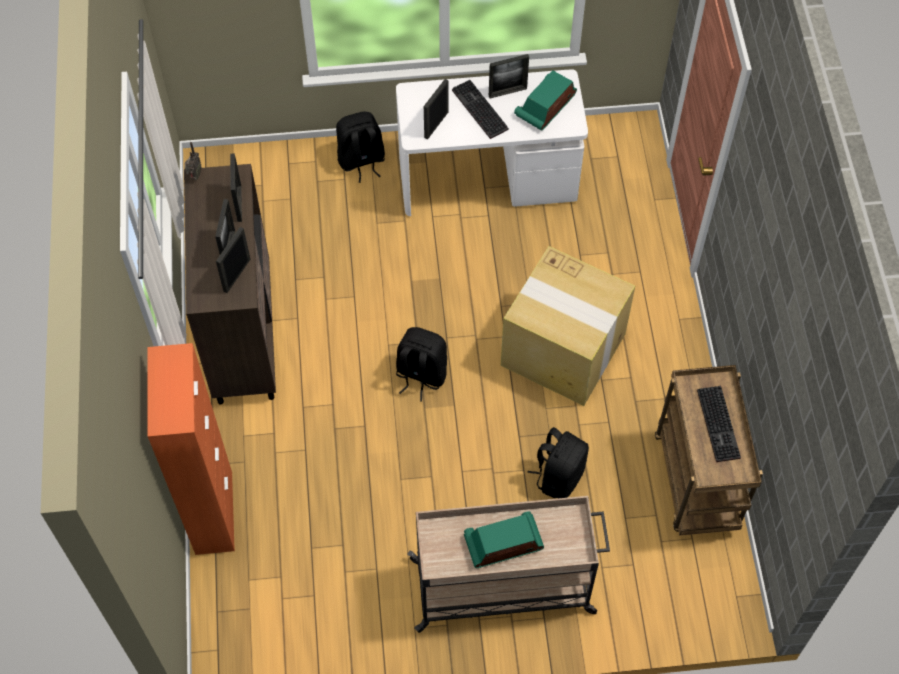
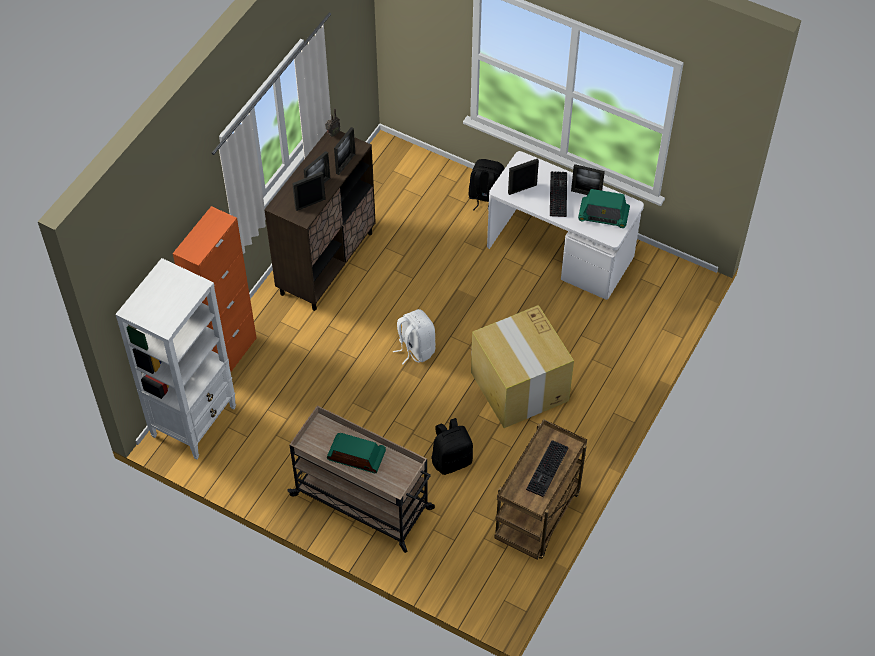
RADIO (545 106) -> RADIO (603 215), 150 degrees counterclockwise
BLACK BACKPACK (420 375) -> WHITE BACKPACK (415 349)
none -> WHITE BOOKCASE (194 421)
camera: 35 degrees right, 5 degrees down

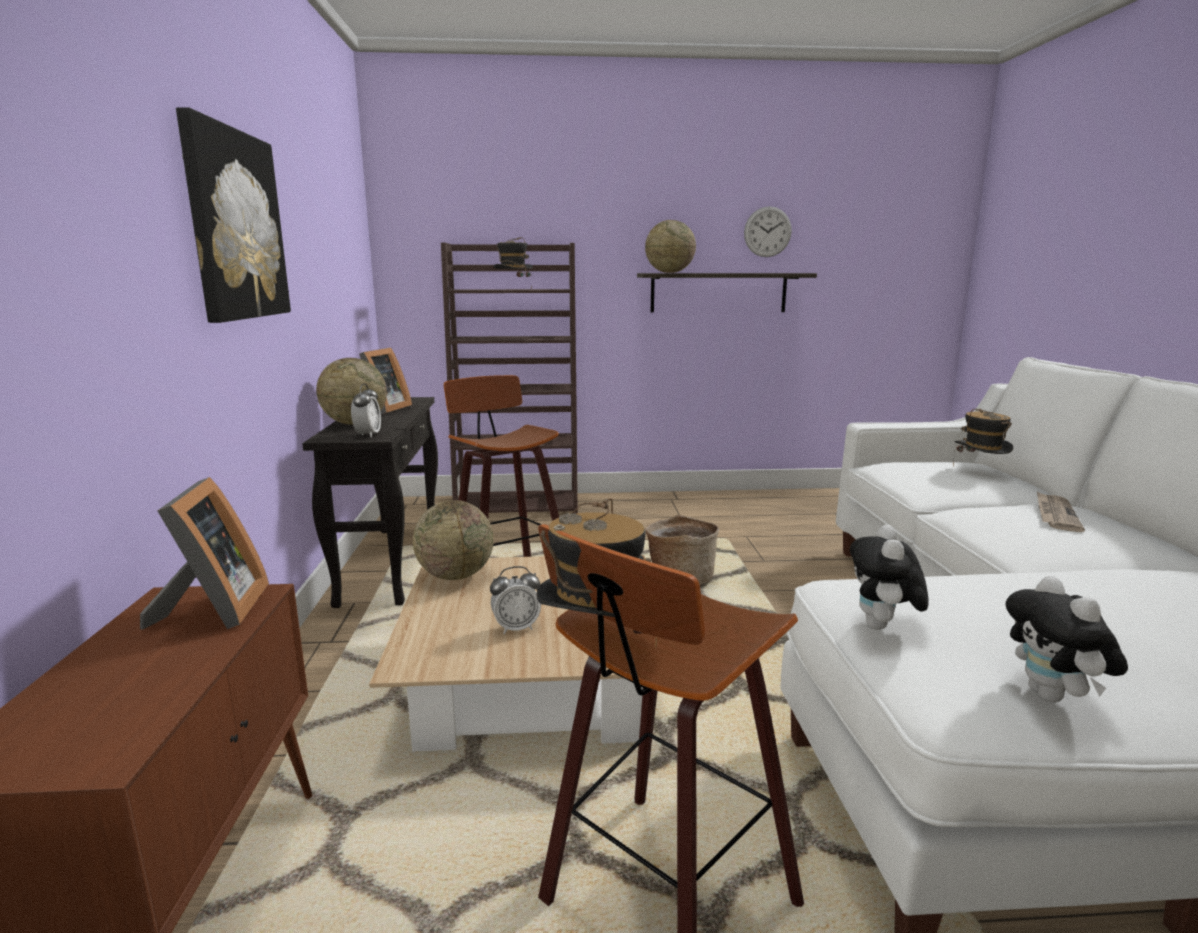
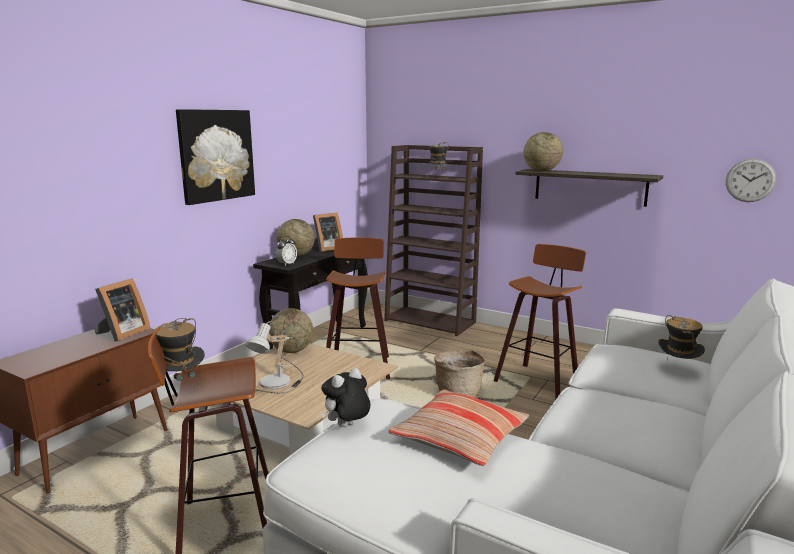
WALL CLOCK (767 232) -> WALL CLOCK (750 180), shifted
NEWSPAPER (1055 514) -> none
ALARM CLOCK (516 628) -> TABLE LAMP (277 383)
PLUSH TOY (1053 697) -> none
none -> STOOL (539 381)
none -> PILLOW (460 438)
camera: 35 degrees right, 0 degrees up

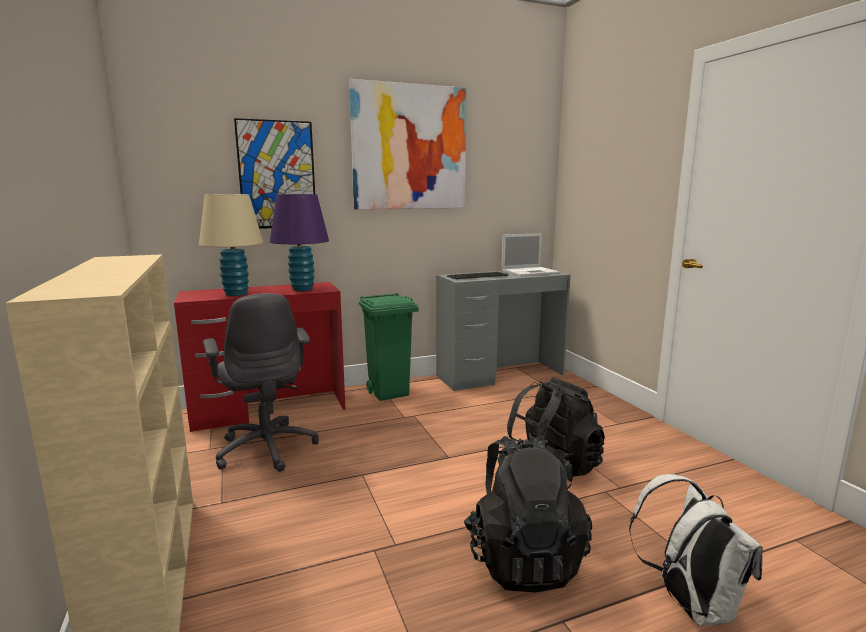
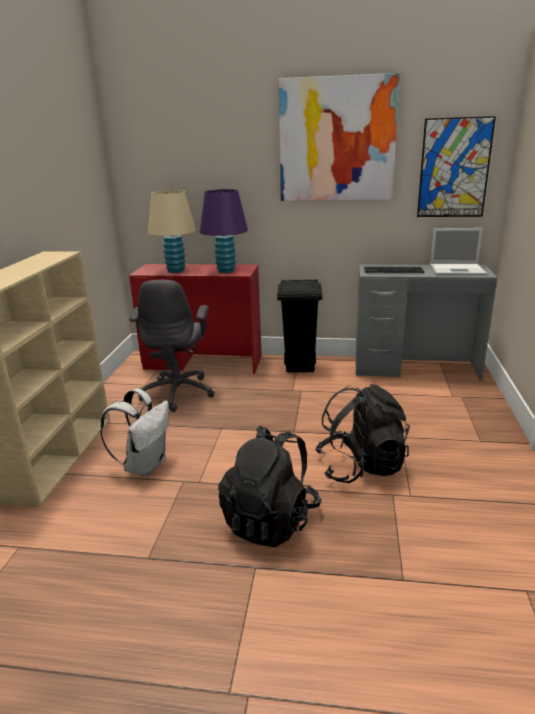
PICTURE (277 175) -> PICTURE (454 168), shifted
GREEN TRASH CAN (389 393) -> BLACK TRASH CAN (300 367)
WHITE BACKPACK (688 603) -> WHITE BACKPACK (145 465), shifted
camera: 30 degrees right, 10 degrees up

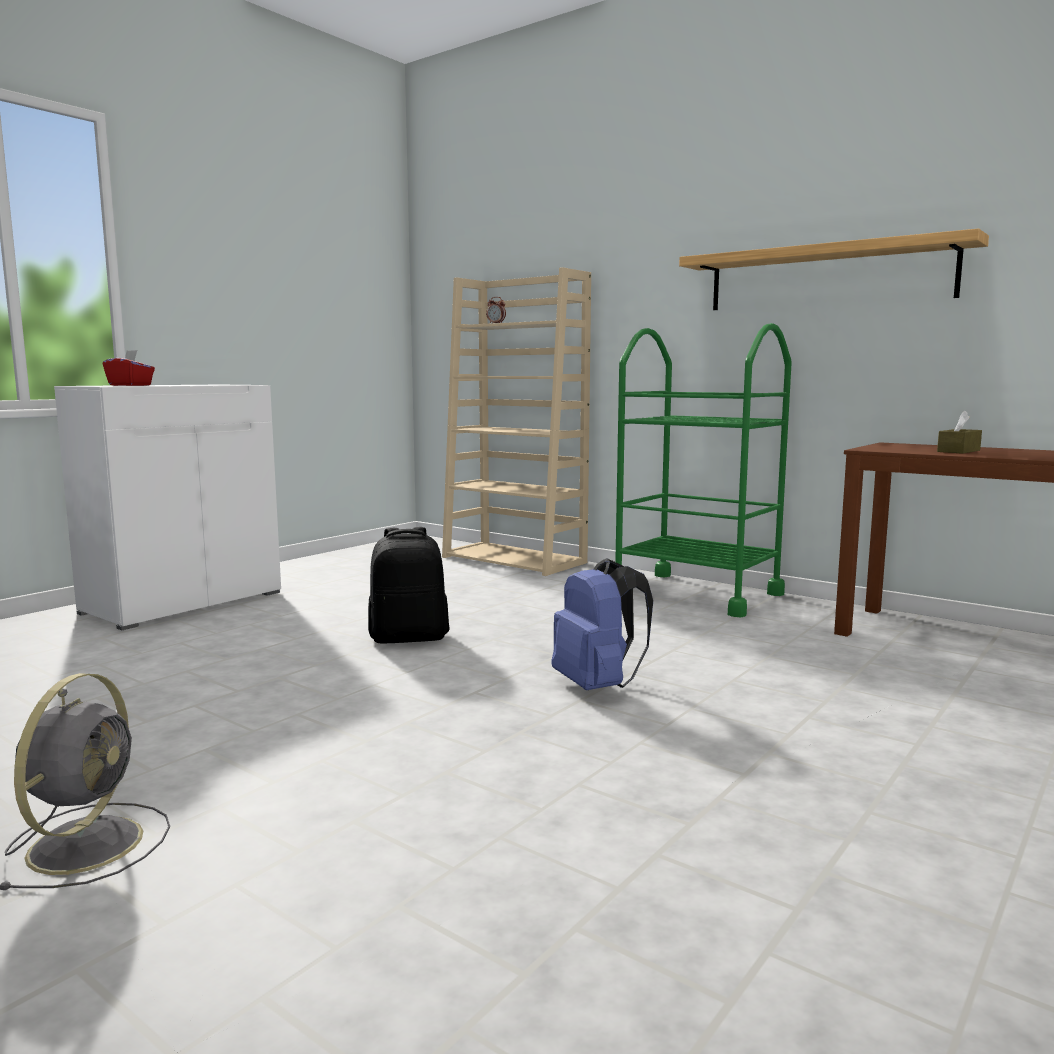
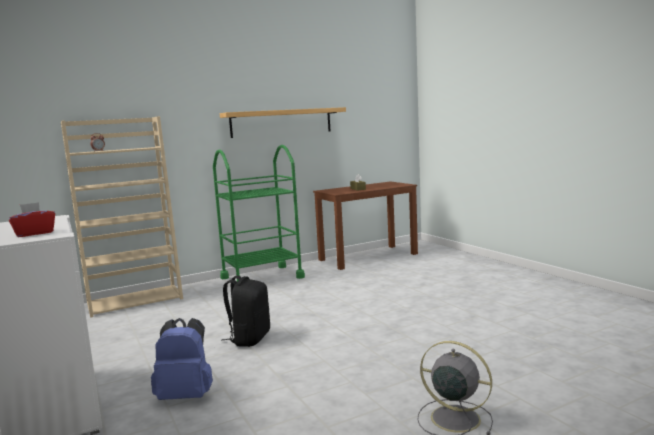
BLUE BACKPACK (598 686) -> BLUE BACKPACK (186 395), shifted
camera: 65 degrees left, 0 degrees up

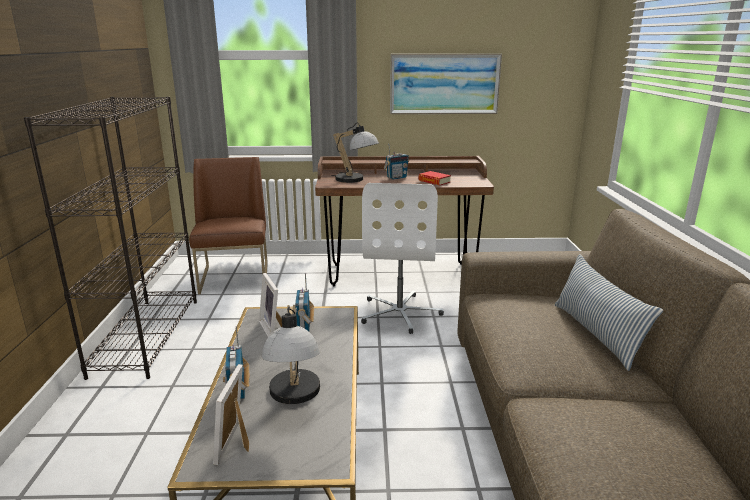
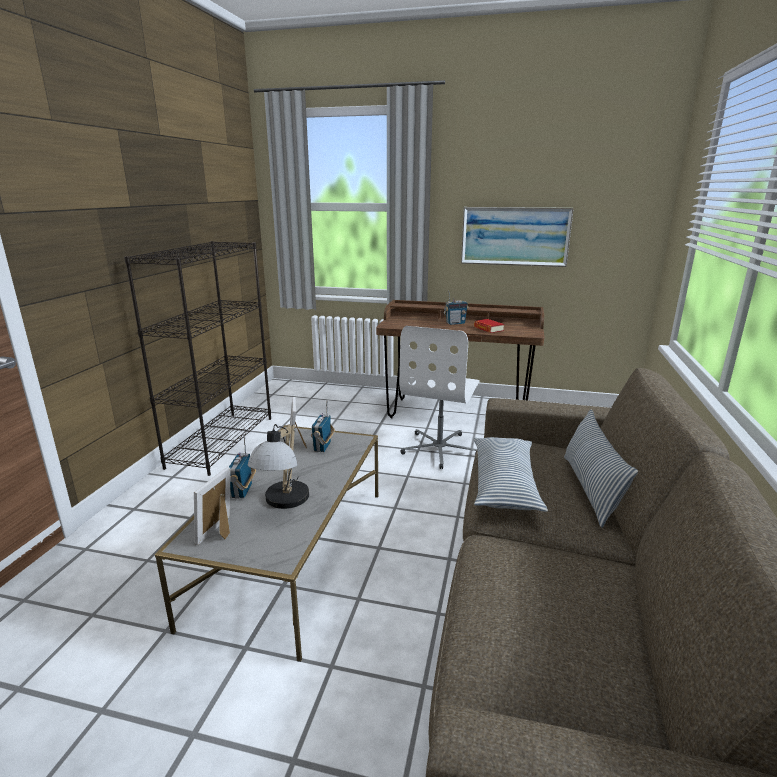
TABLE LAMP (355 180) -> none
BROWN CHAIR (235 277) -> none
none -> PILLOW (504 483)
camera: 15 degrees right, 0 degrees up

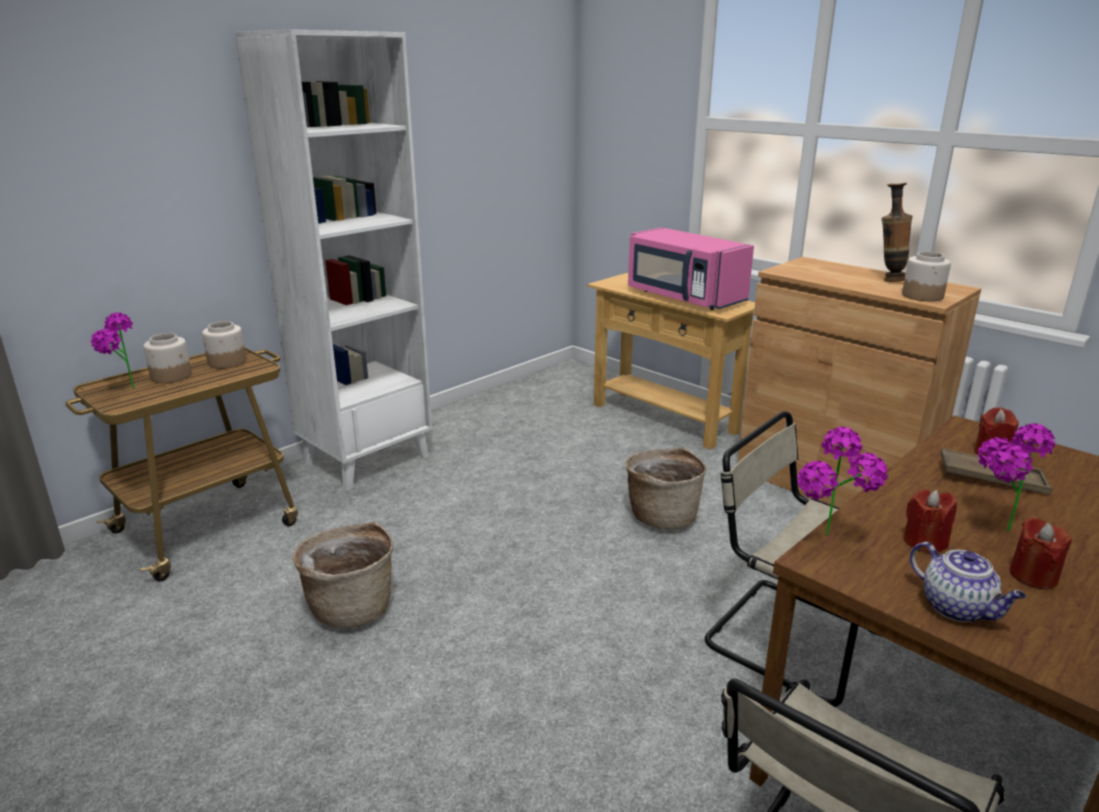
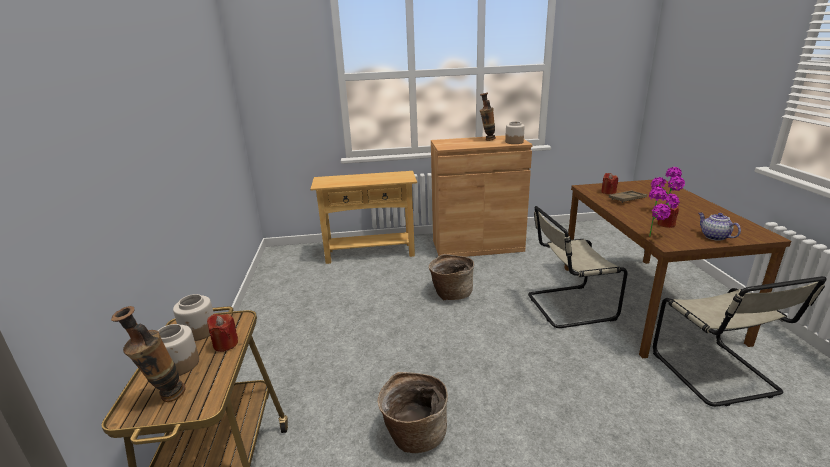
WHITE BOOKCASE (367 459) -> none
PINK MICROWAVE (683 297) -> none
POTTED PLANT (122 390) -> VASE (165 398)
RED CANDLE (1033 576) -> RED CANDLE (225 344), shifted
TEAPOT (958 608) -> TEAPOT (714 236), 120 degrees counterclockwise
camera: 50 degrees left, 0 degrees up

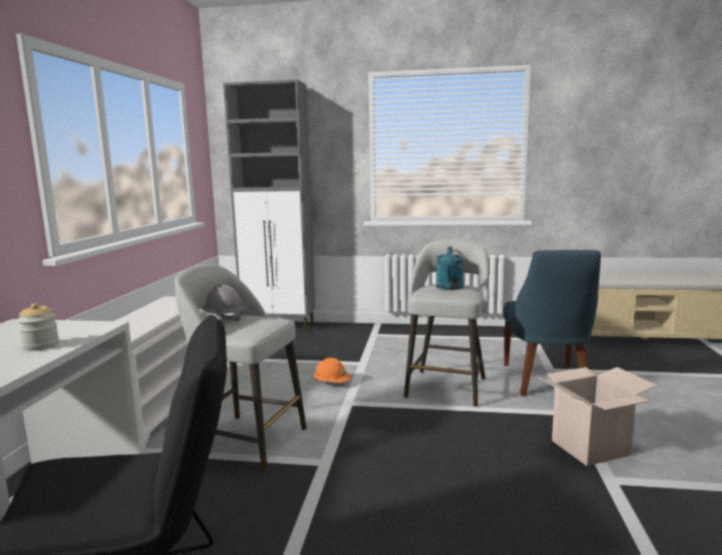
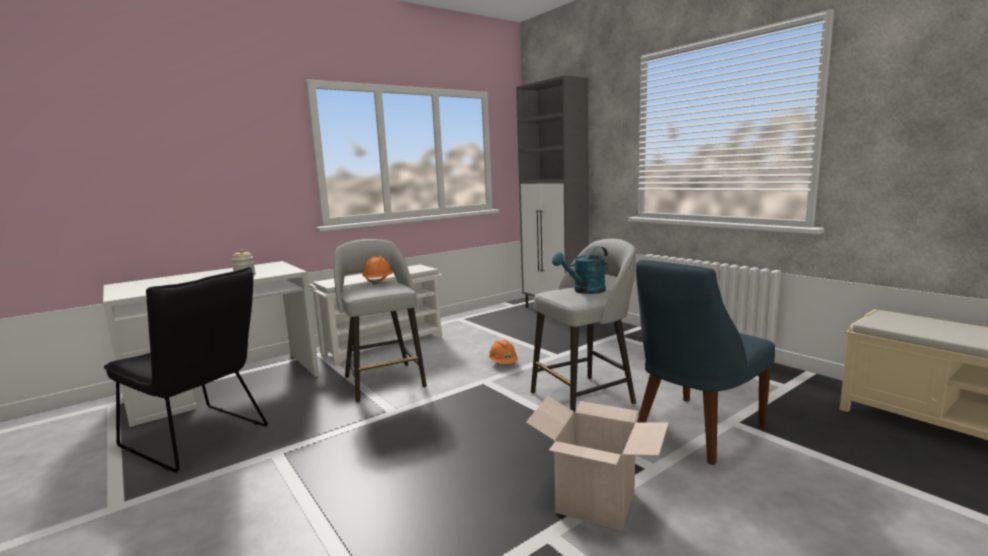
GREY HARD HAT (224 318) -> ORANGE HARD HAT (378 281)
camera: 45 degrees right, 0 degrees up

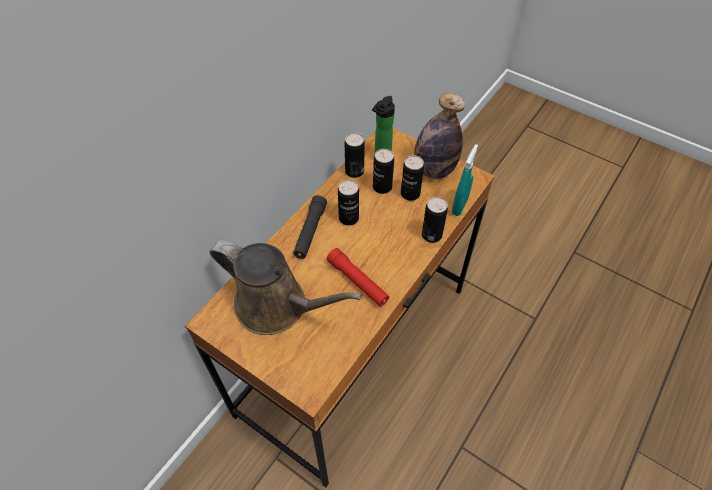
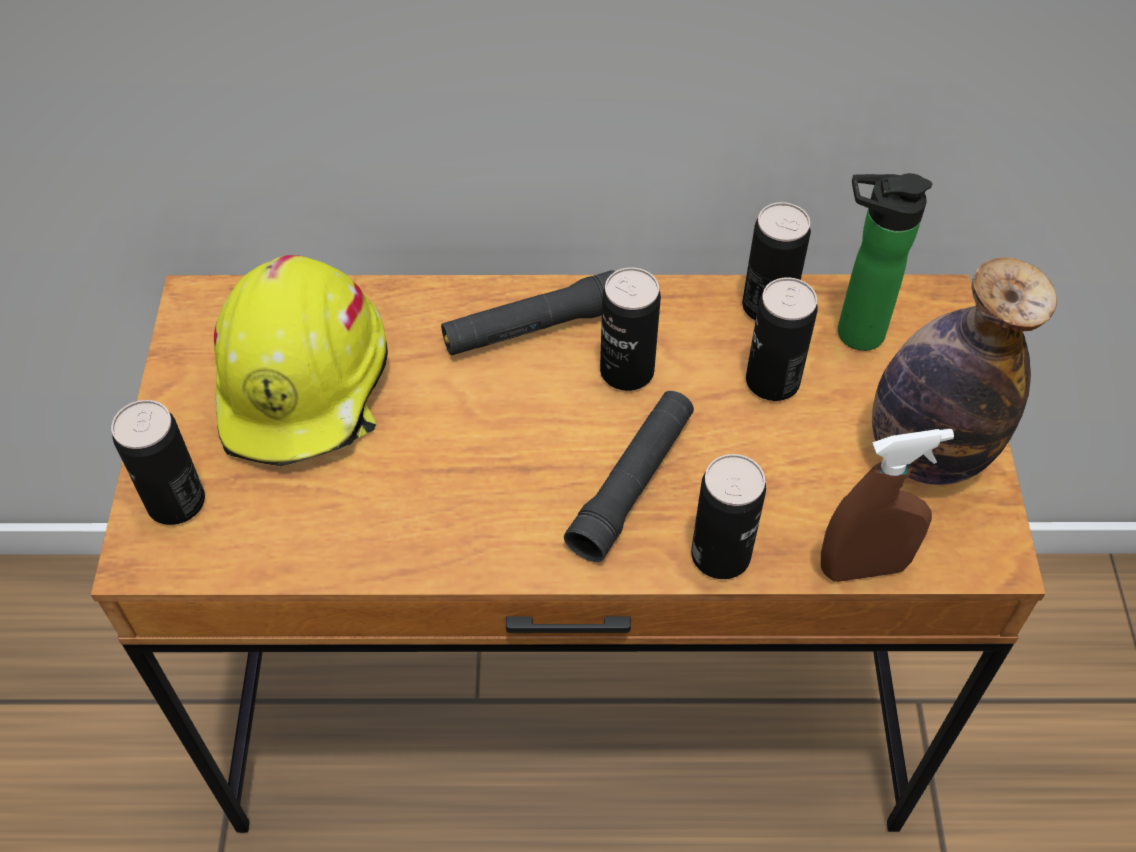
TURQUOISE SPRAY BOTTLE (459 206) -> BROWN SPRAY BOTTLE (863 567)
CAN (410 194) -> CAN (176 502), shifted
BROWN WATERING CAN (277 306) -> YELLOW HARD HAT (306 384)
RED FLASHLIGHT (358 281) -> none
none -> BLACK FLASHLIGHT (632 484)
camera: 55 degrees right, 0 degrees up

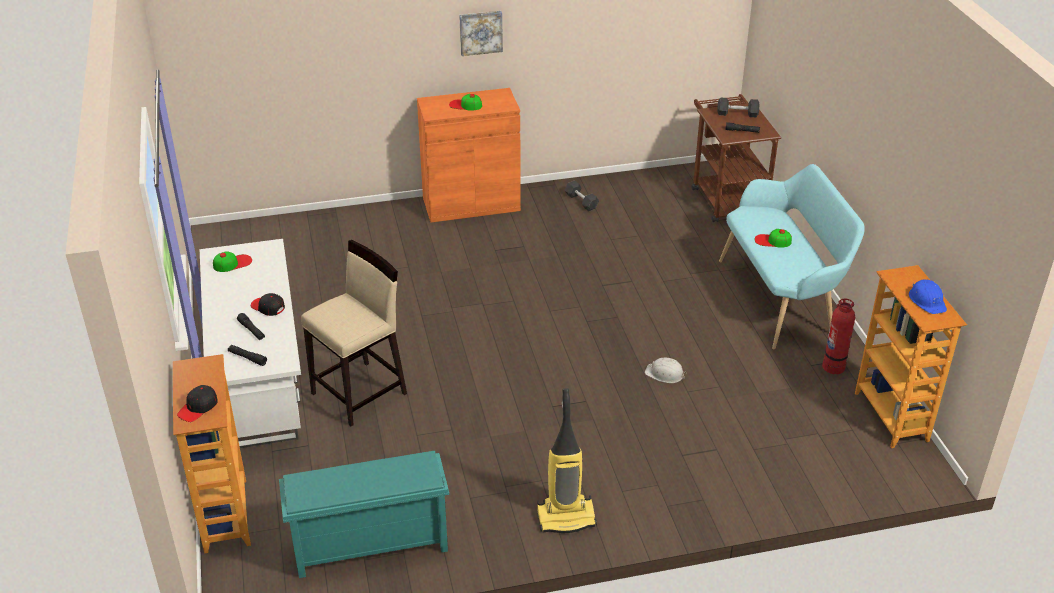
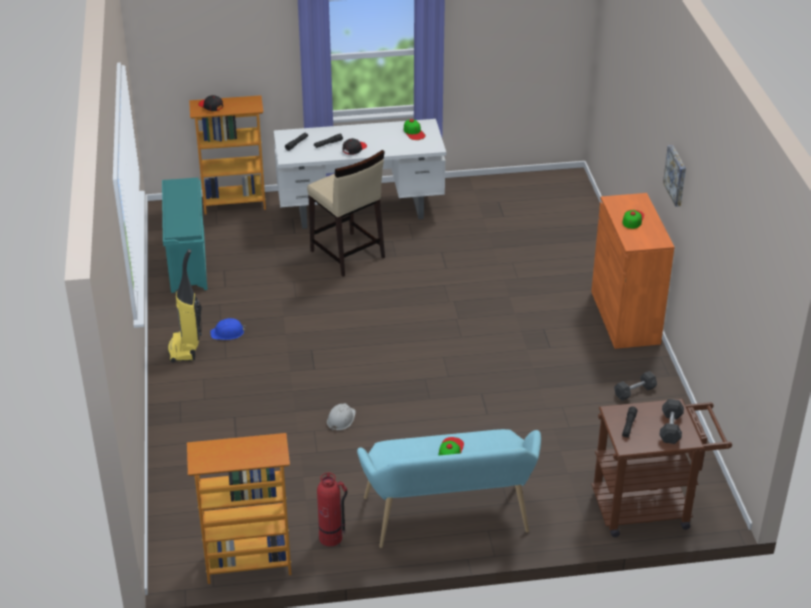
BLUE HARD HAT (927 300) -> BLUE HARD HAT (228 333), shifted
camera: 95 degrees right, 0 degrees up

